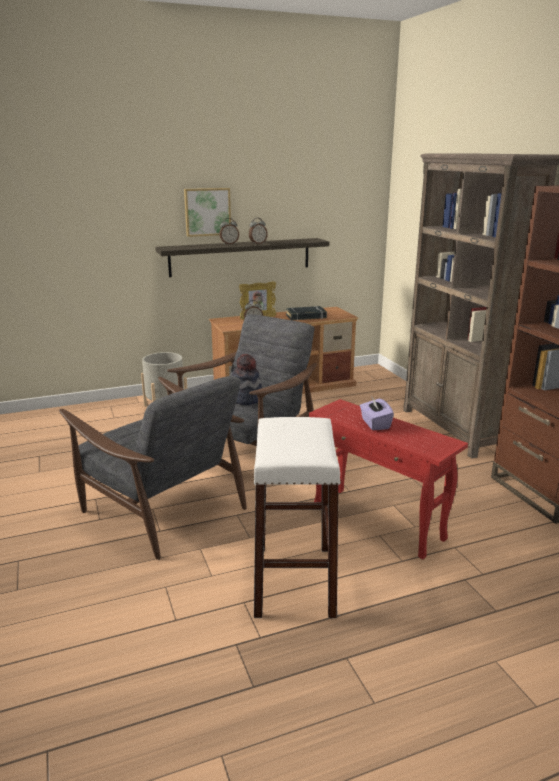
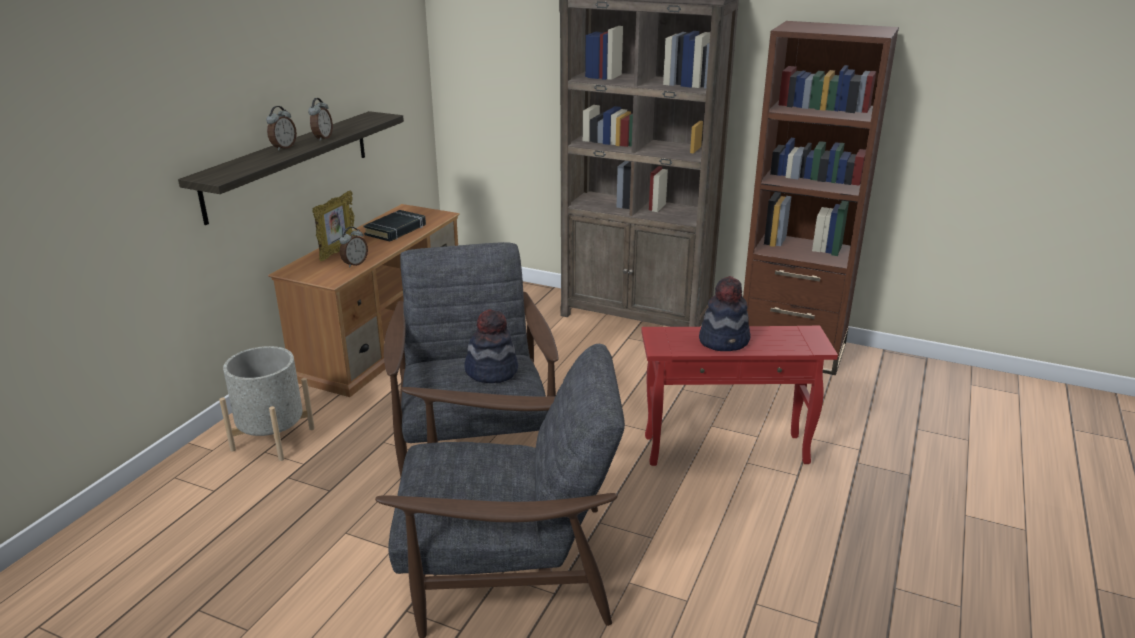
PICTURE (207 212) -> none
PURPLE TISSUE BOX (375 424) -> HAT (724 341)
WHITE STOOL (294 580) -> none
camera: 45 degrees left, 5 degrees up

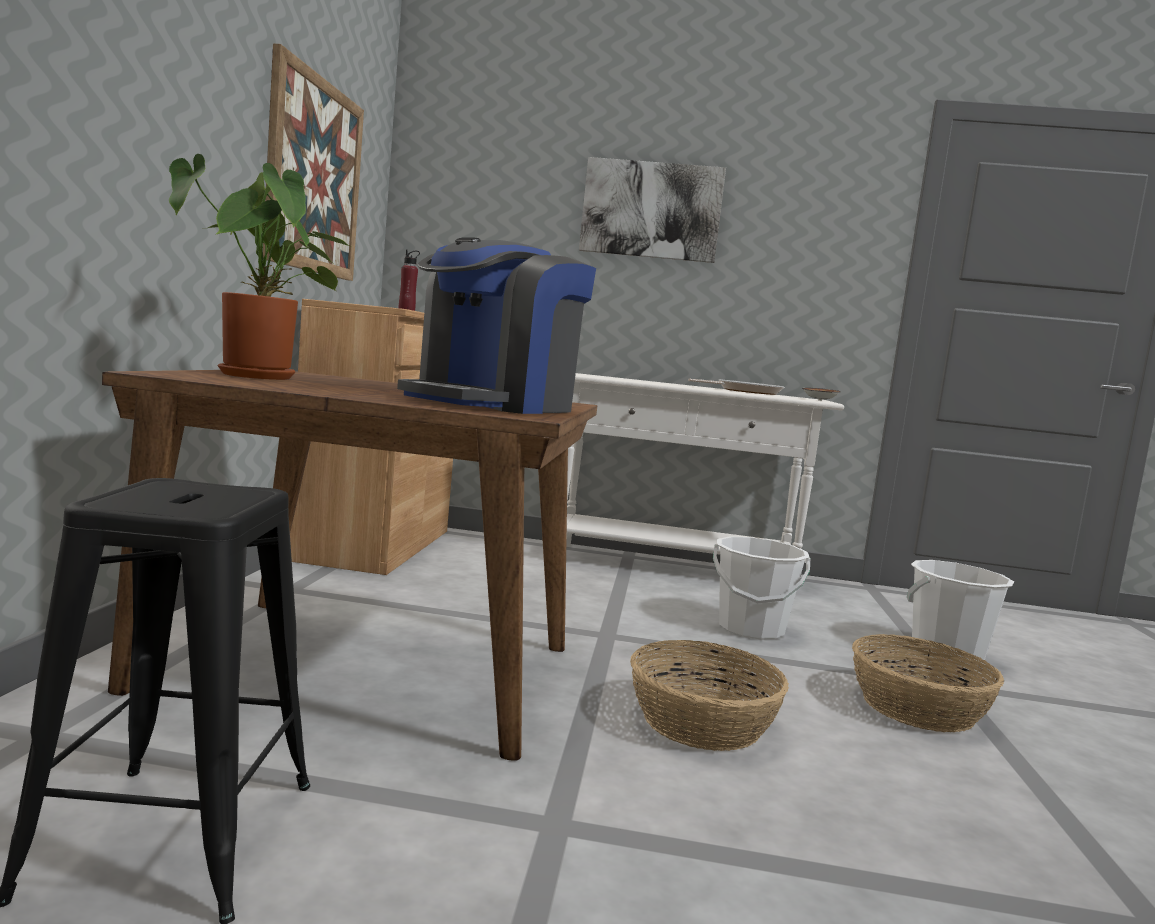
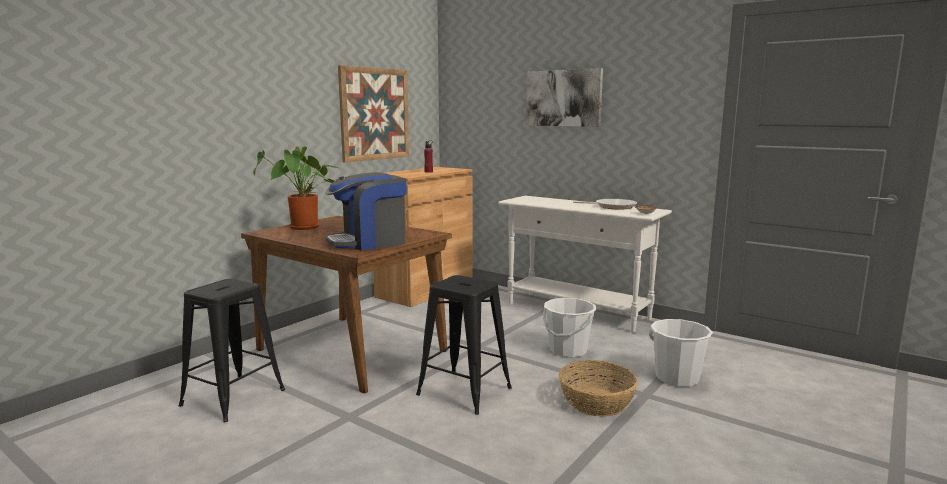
BASKET (702 723) -> BLACK STOOL (464 391)
camera: 30 degrees right, 5 degrees up

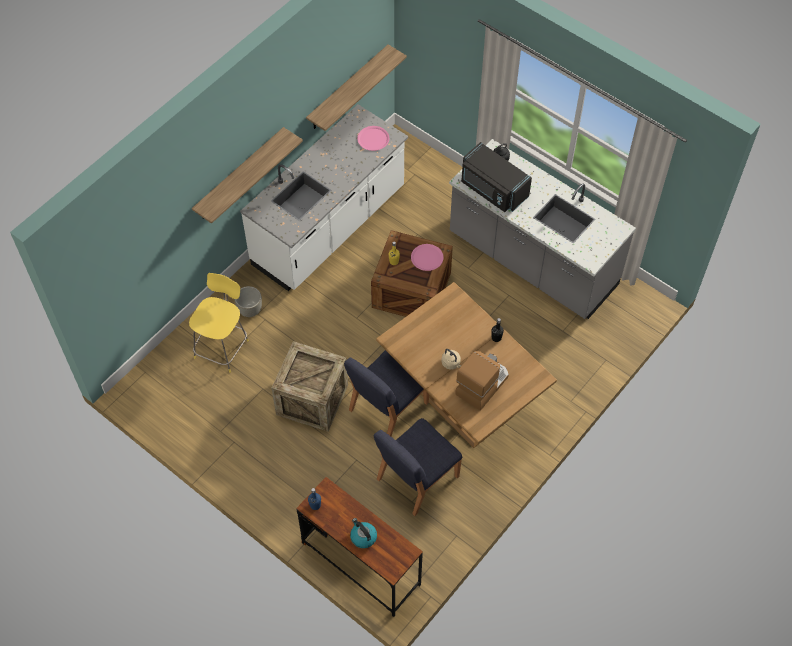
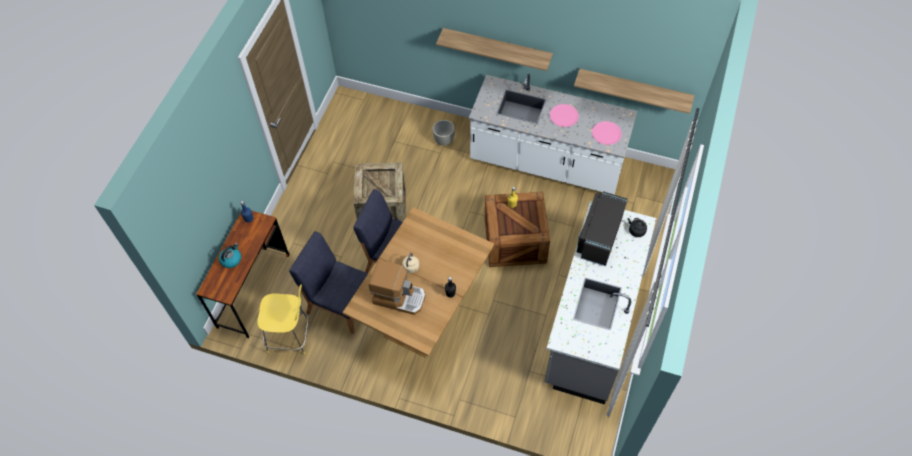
PINK PLATE (427 258) -> PINK PLATE (564 116), shifted
YELLOW STOOL (222 347) -> YELLOW STOOL (290 336), shifted
camera: 70 degrees right, 0 degrees up

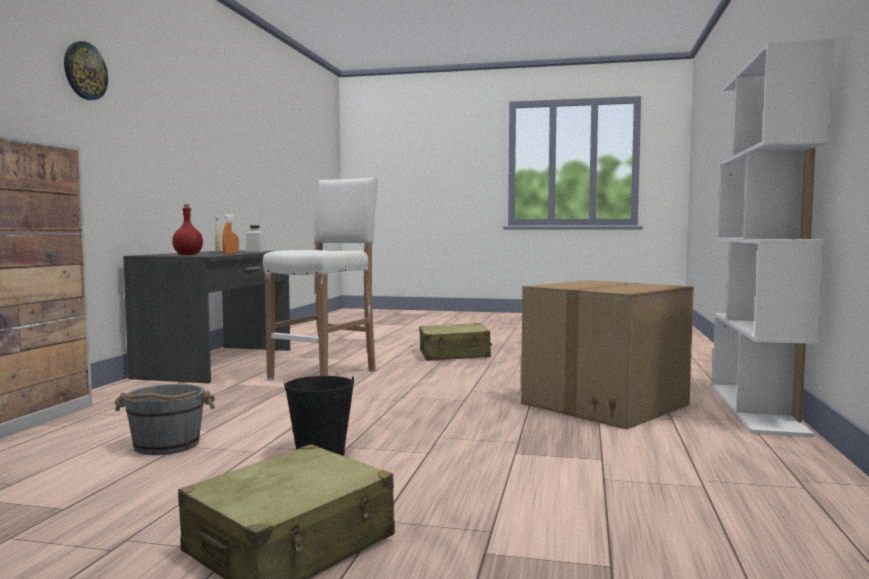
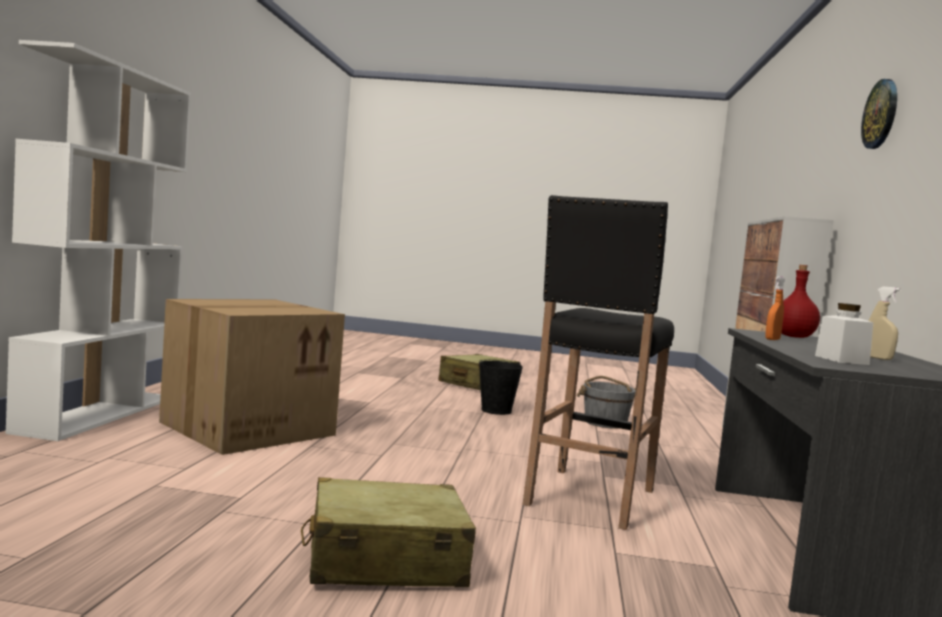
WHITE STOOL (325 375) -> BLACK STOOL (588 498)
camera: 175 degrees right, 0 degrees up

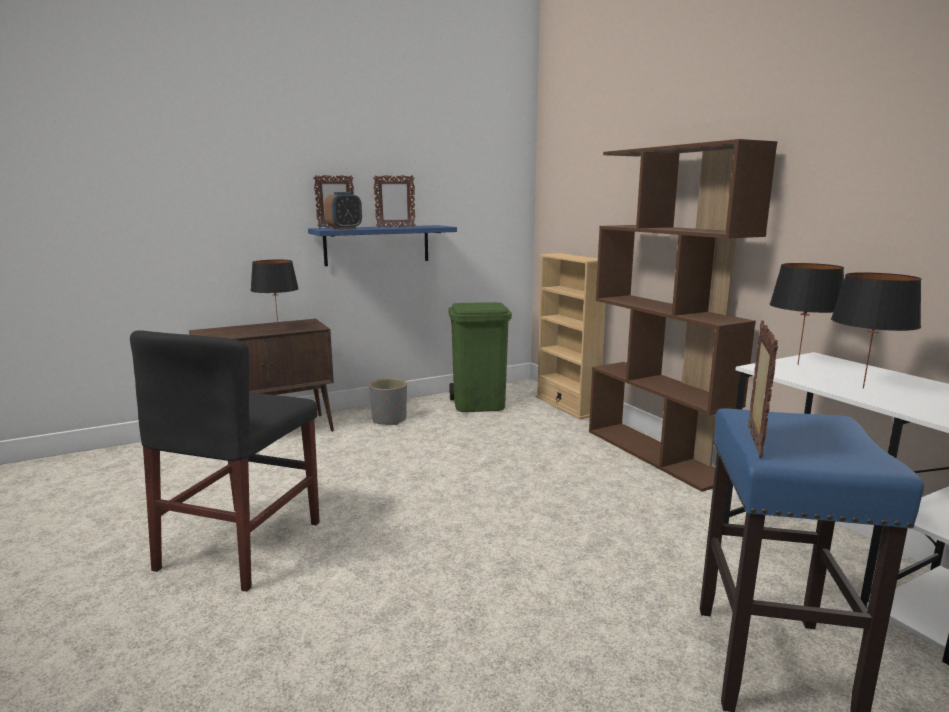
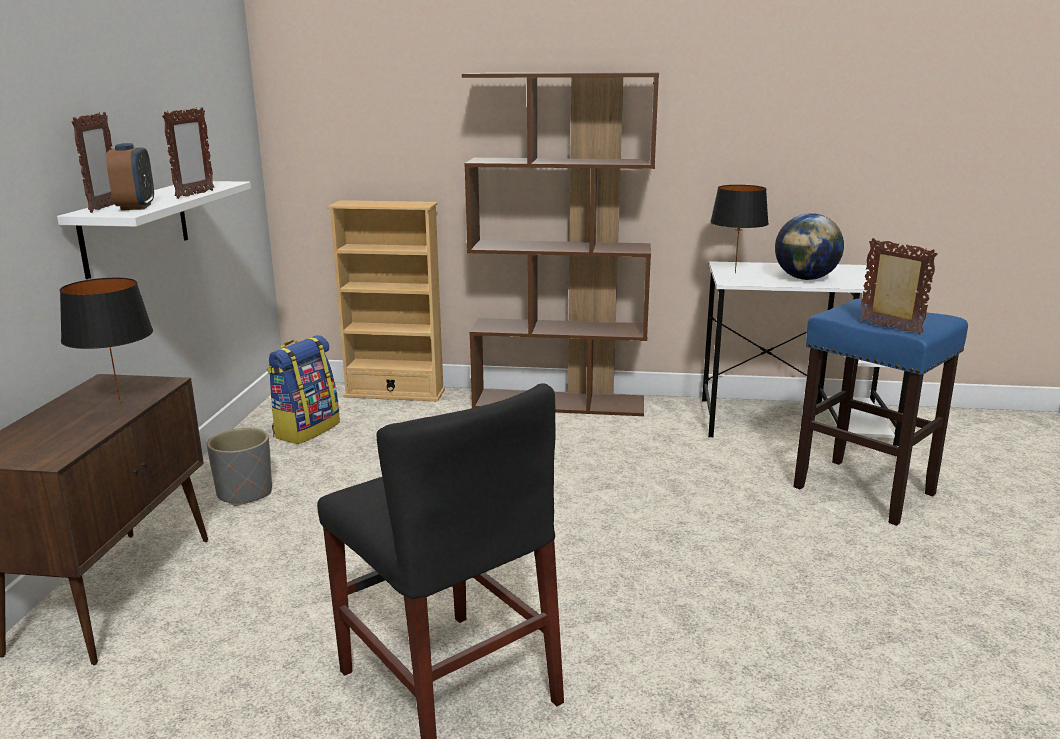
BLUE SHELF (377 245) -> WHITE SHELF (136 227)
BLACK TABLE LAMP (863 388) -> GLOBE (805 279)
GREEN TRASH CAN (479 404) -> BACKPACK (306 430)
camera: 55 degrees left, 5 degrees up

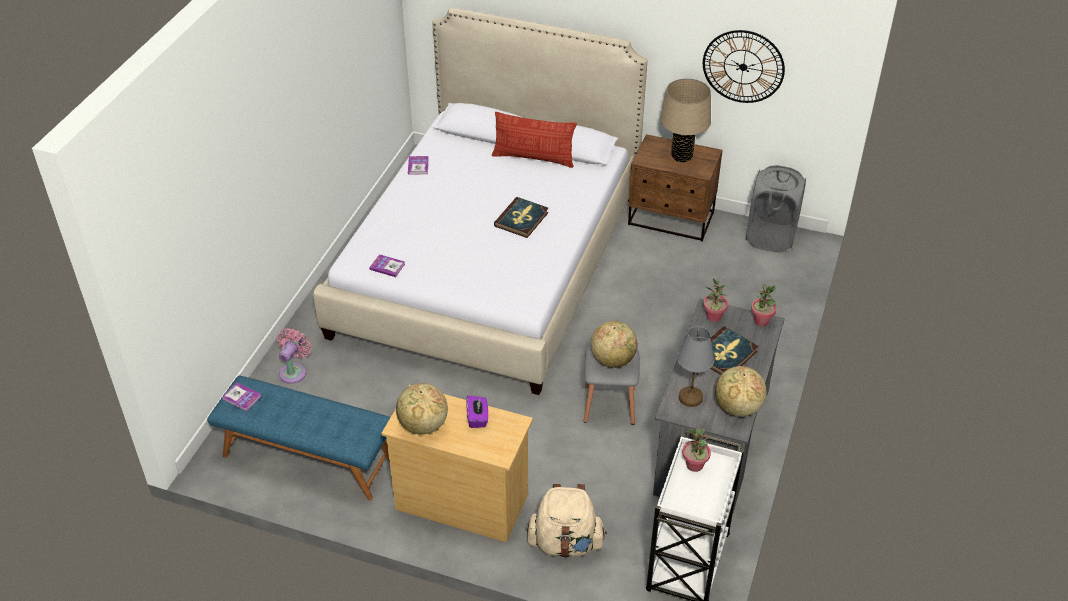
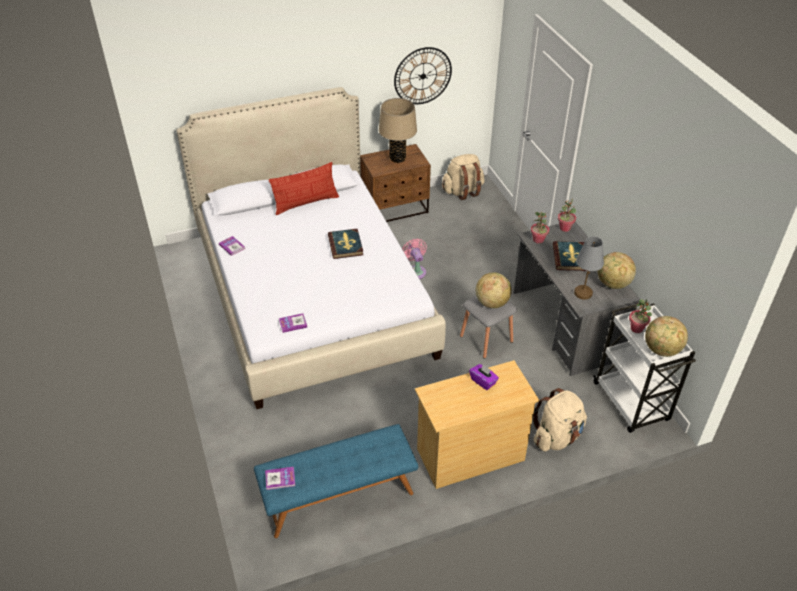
GREY LAUNDRY BASKET (770 237) -> BEIGE BACKPACK (462 191)
PINK FAN (294 371) -> PINK FAN (415 271), shifted
GLOBE (423 425) -> GLOBE (661 350), shifted
camera: 40 degrees left, 0 degrees up

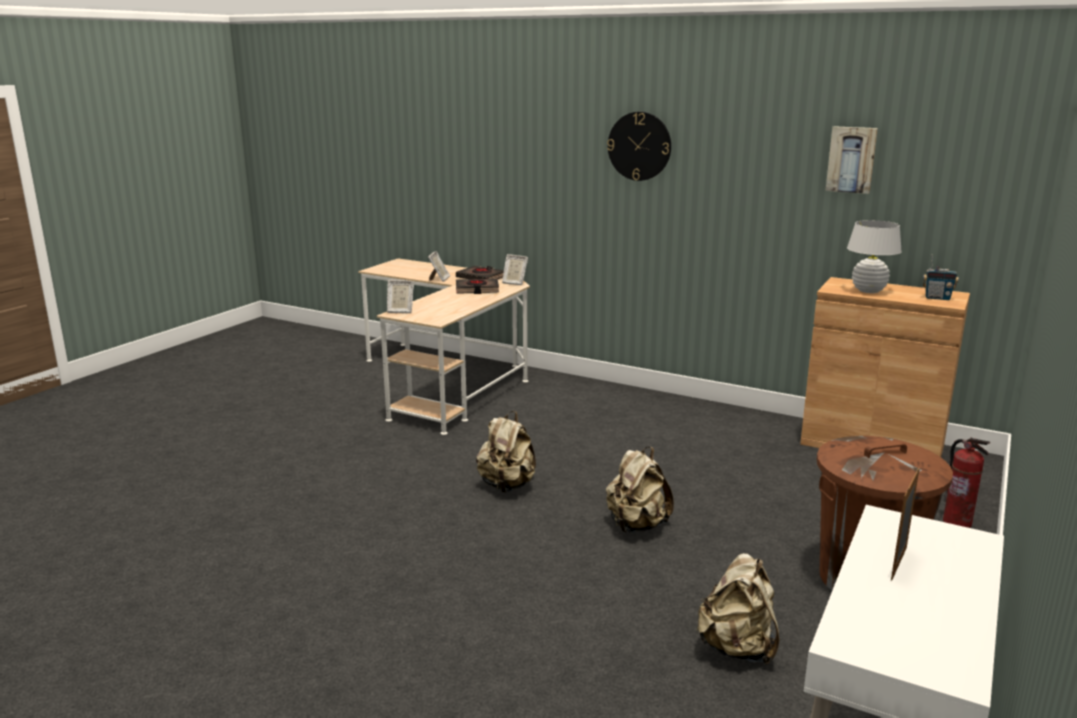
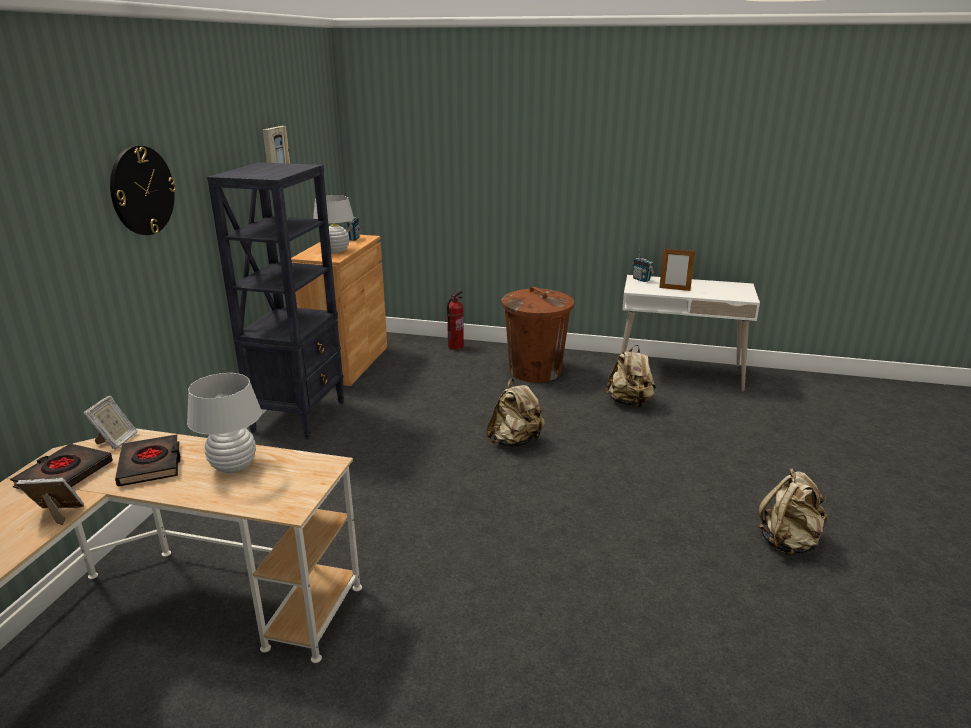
PICTURE FRAME (400 311) -> none
BEIGE BACKPACK (507 486) -> BEIGE BACKPACK (788 542), shifted
none -> BLACK BOOKCASE (299 416)
none -> RADIO (641 279)
none -> WHITE TABLE LAMP (233 466)
camera: 105 degrees left, 5 degrees up

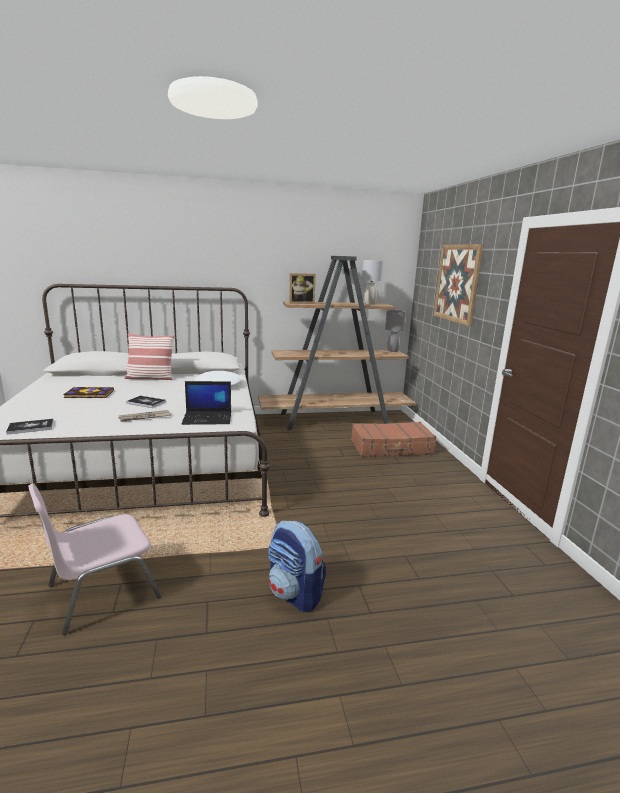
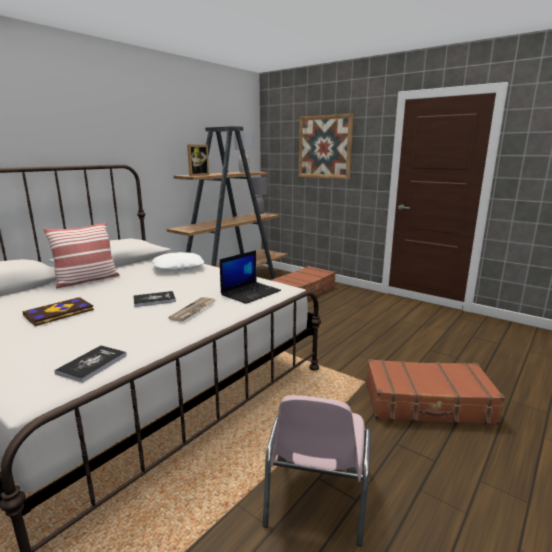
BACKPACK (295 594) -> BROWN SUITCASE (428 403)
camera: 40 degrees left, 0 degrees up

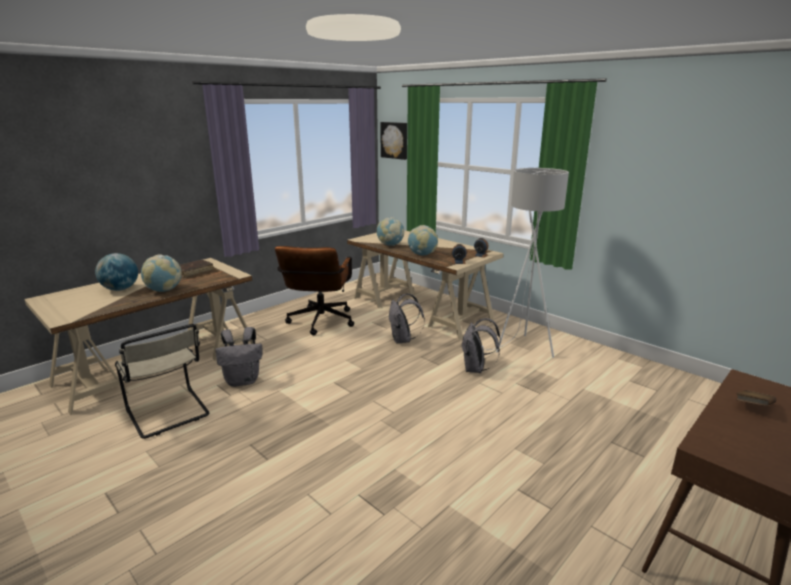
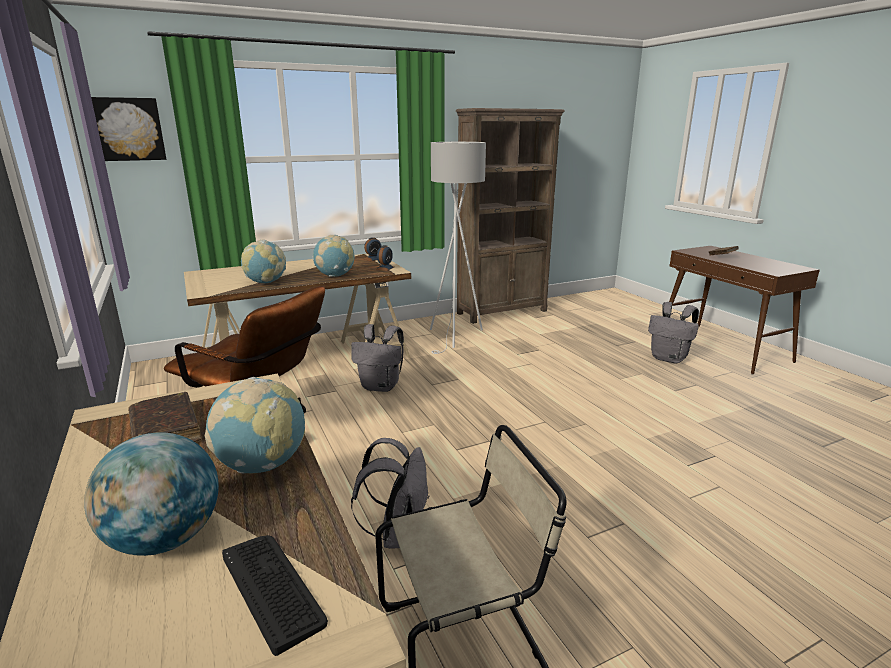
GREY BACKPACK (476 369) -> GREY BACKPACK (669 358), shifted
none -> BROWN BOOKCASE (502 312)
none -> KEYBOARD (272 588)
camera: 70 degrees left, 0 degrees up

